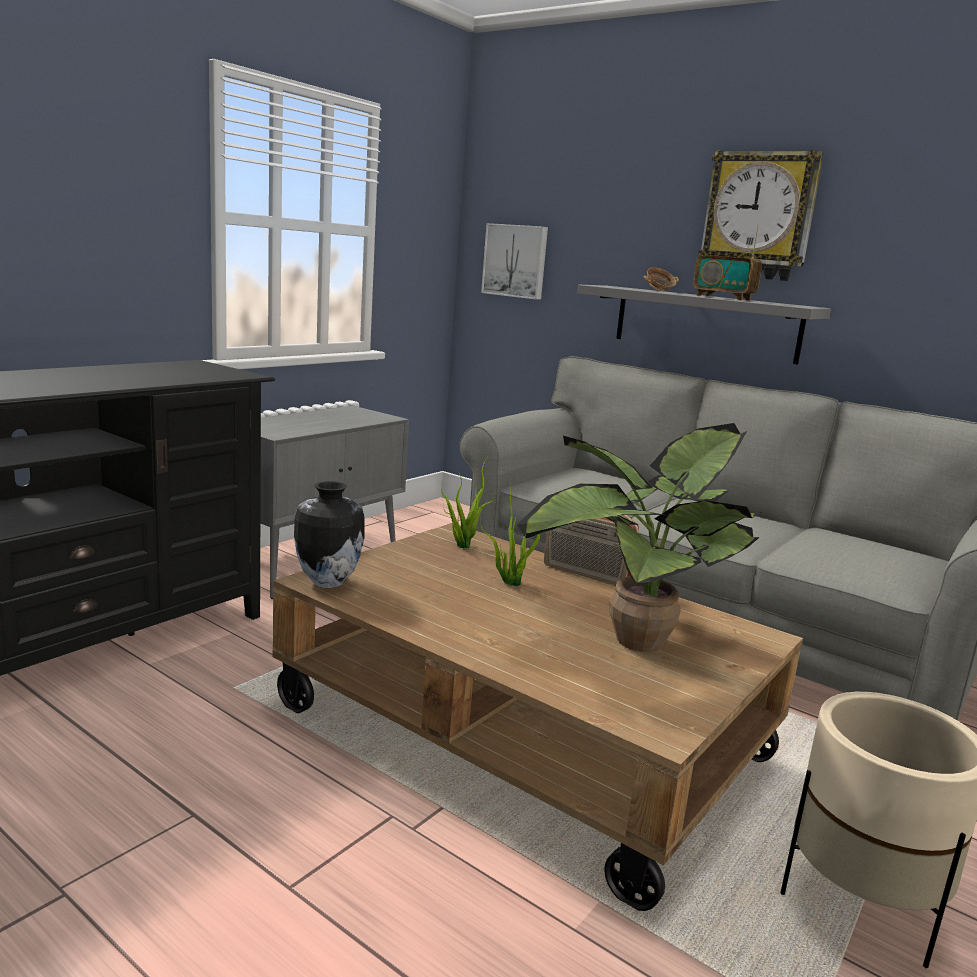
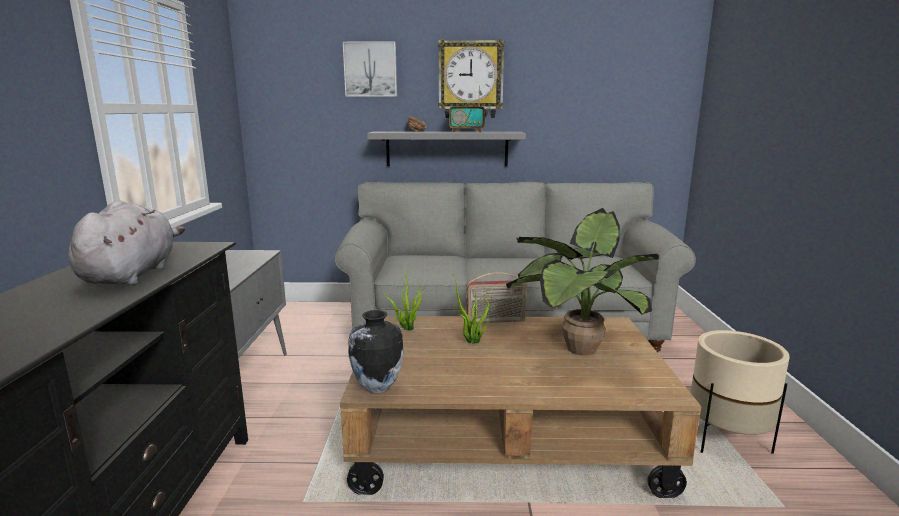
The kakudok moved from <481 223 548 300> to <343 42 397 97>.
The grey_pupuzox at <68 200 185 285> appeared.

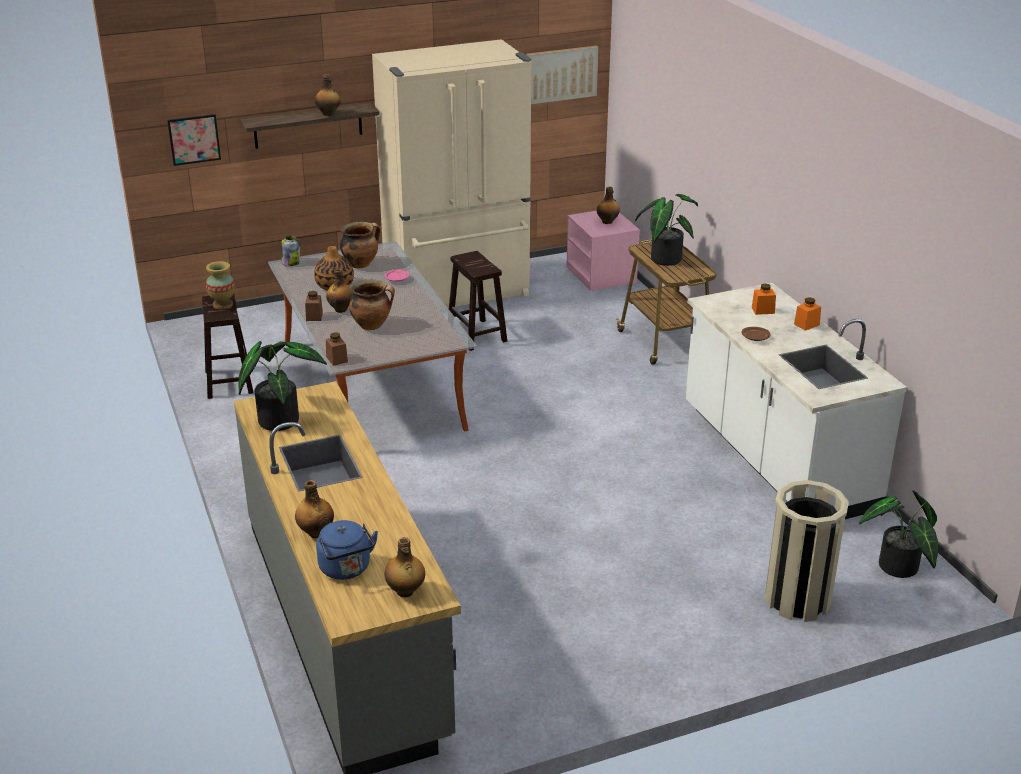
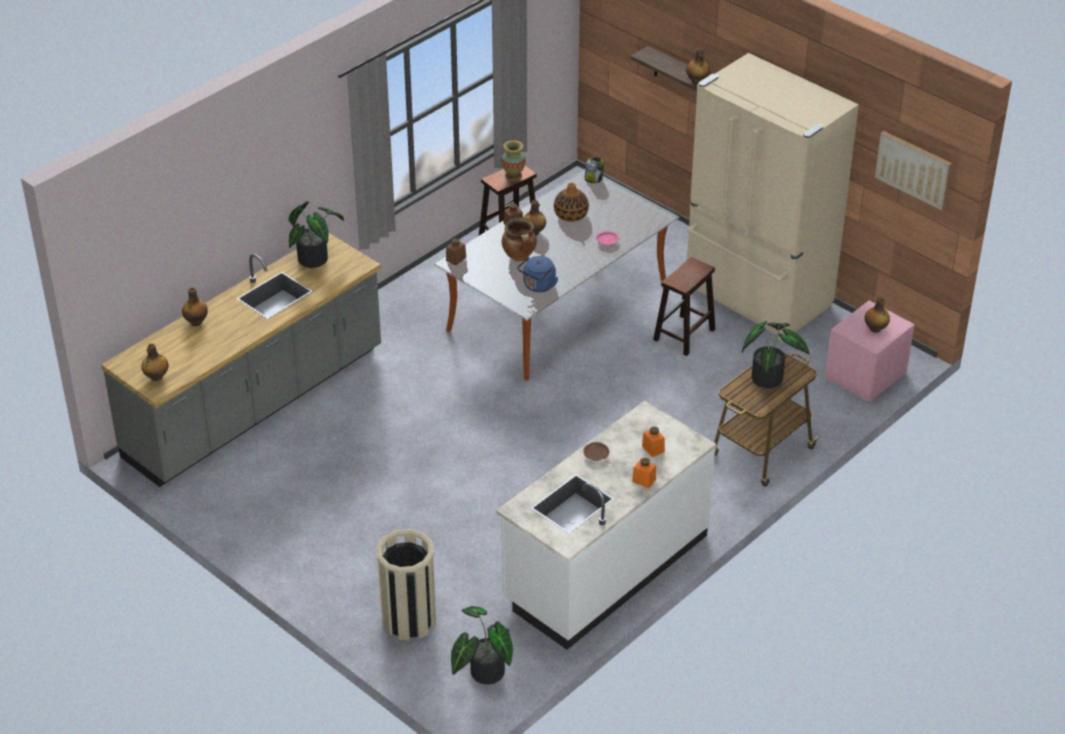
The kakudok at <167 114 221 166> disappeared.
The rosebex at <340 222 380 268> disappeared.
The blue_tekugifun moved from <316 520 378 580> to <517 256 558 292>.

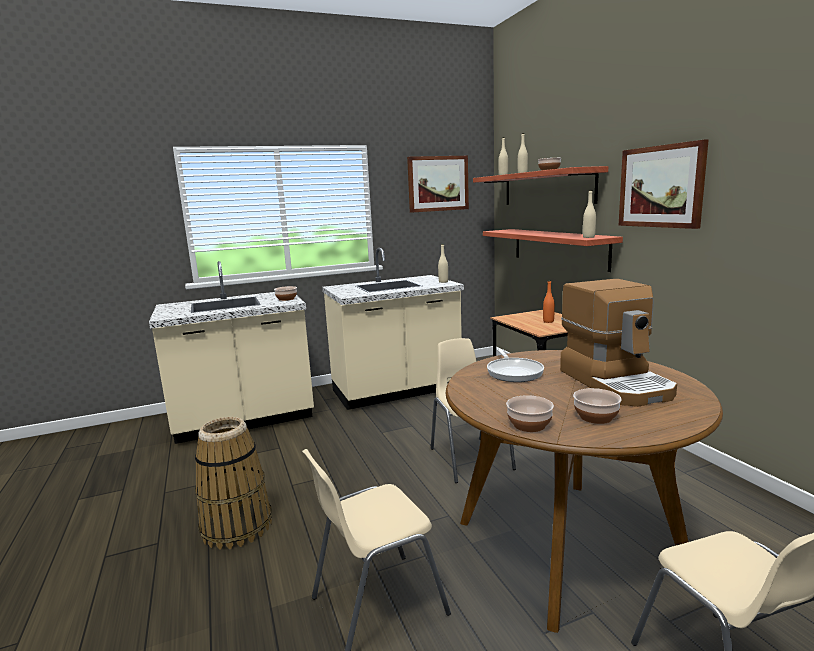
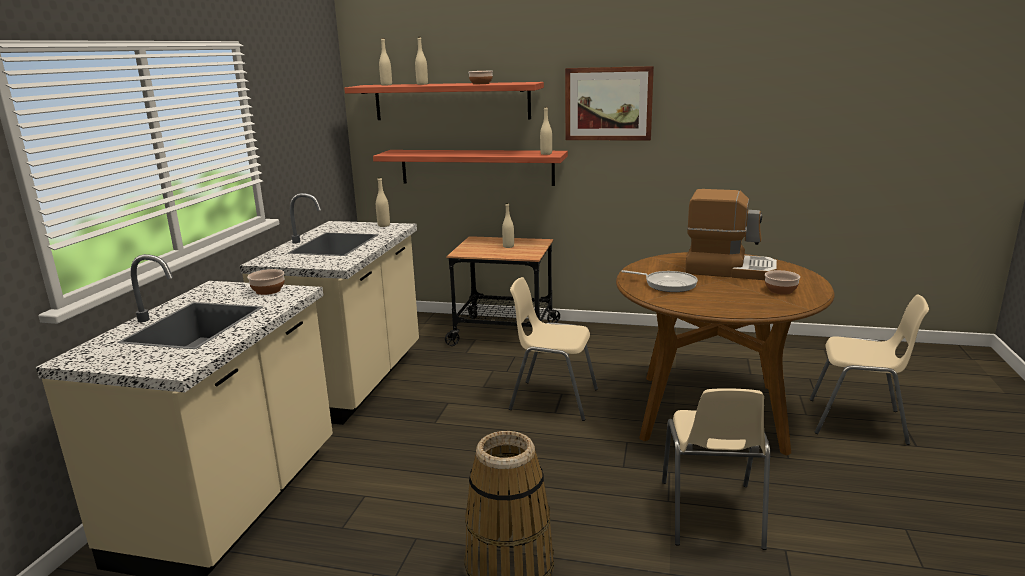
The kakudok at <407 156 469 213> disappeared.
The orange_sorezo at <543 280 555 323> became the beige_sorezo at <502 203 514 248>.
The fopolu at <506 395 554 432> disappeared.

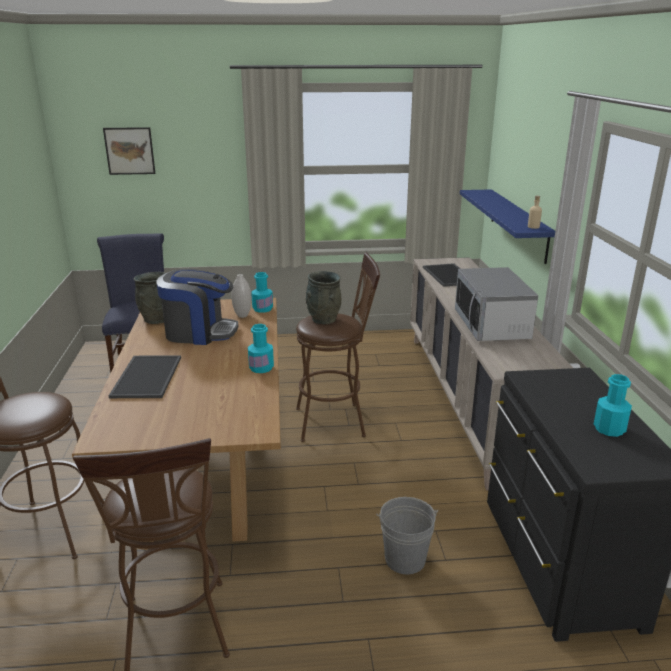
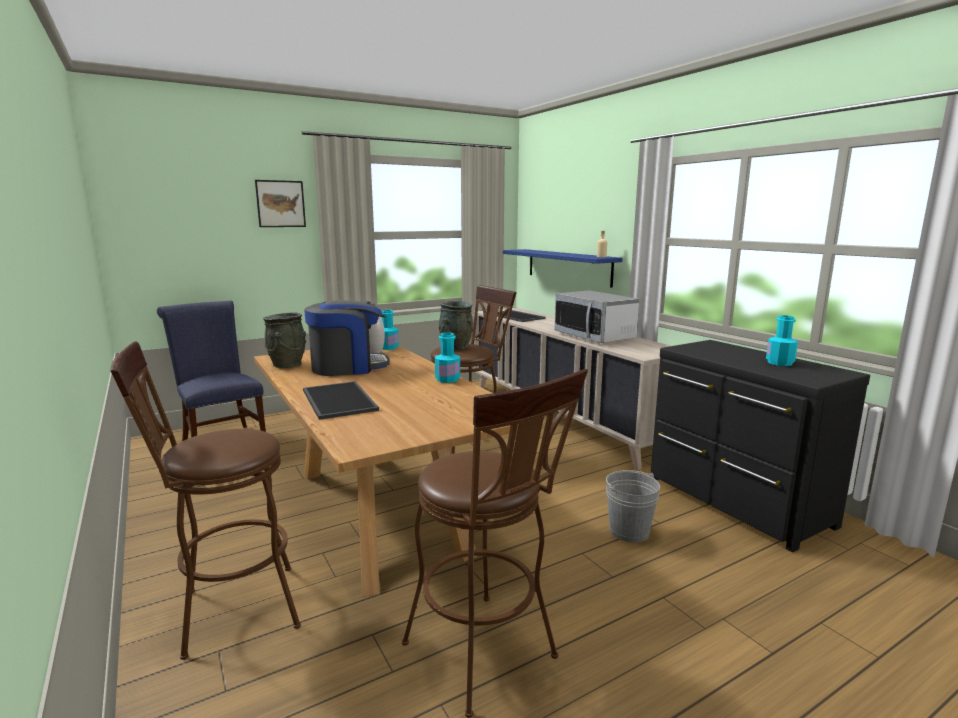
The kakudok moved from <103 127 156 175> to <255 180 306 227>.

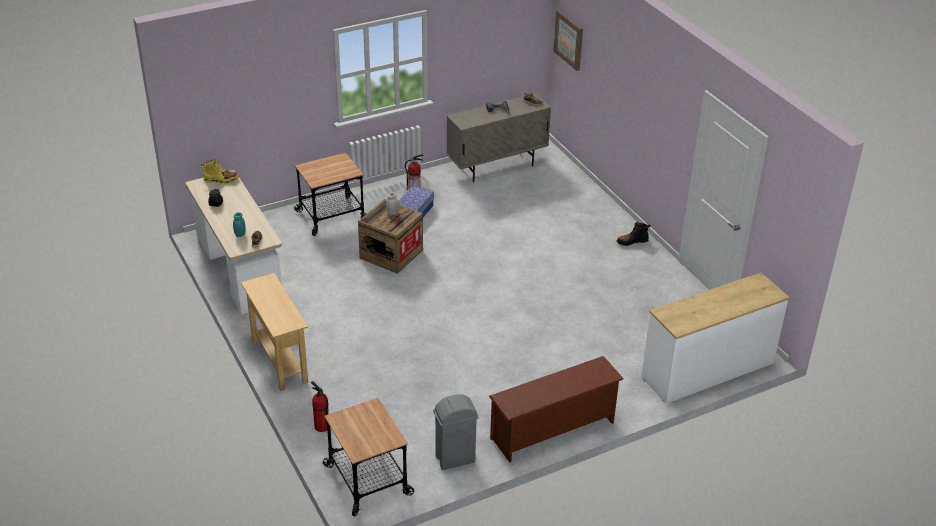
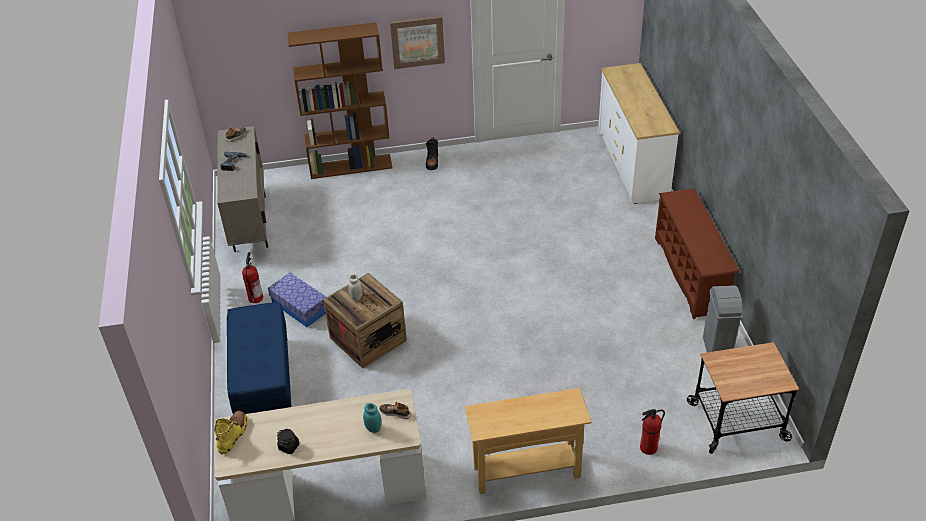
The kakudok moved from <554 10 583 71> to <390 16 445 69>.
The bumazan at <294 153 366 236> was replaced by the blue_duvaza at <227 302 291 414>.
The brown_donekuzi at <287 22 393 179> appeared.

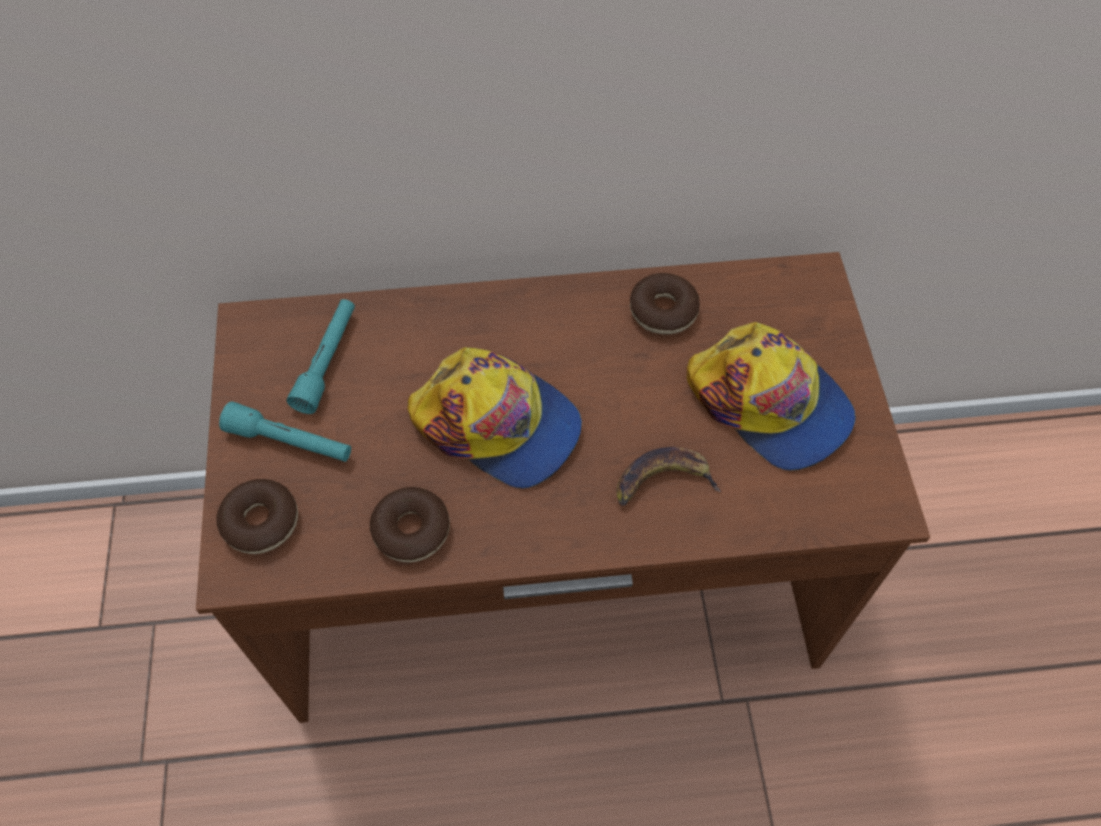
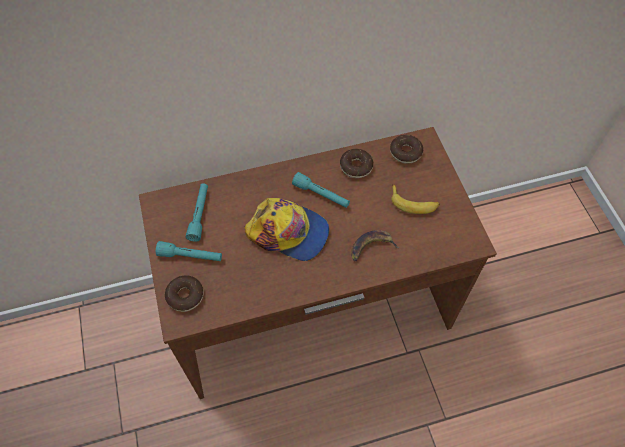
The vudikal at <687 322 856 471> was replaced by the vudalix at <391 184 440 214>.
The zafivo moved from <370 487 450 563> to <390 135 423 164>.
The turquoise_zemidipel at <292 172 350 208> appeared.

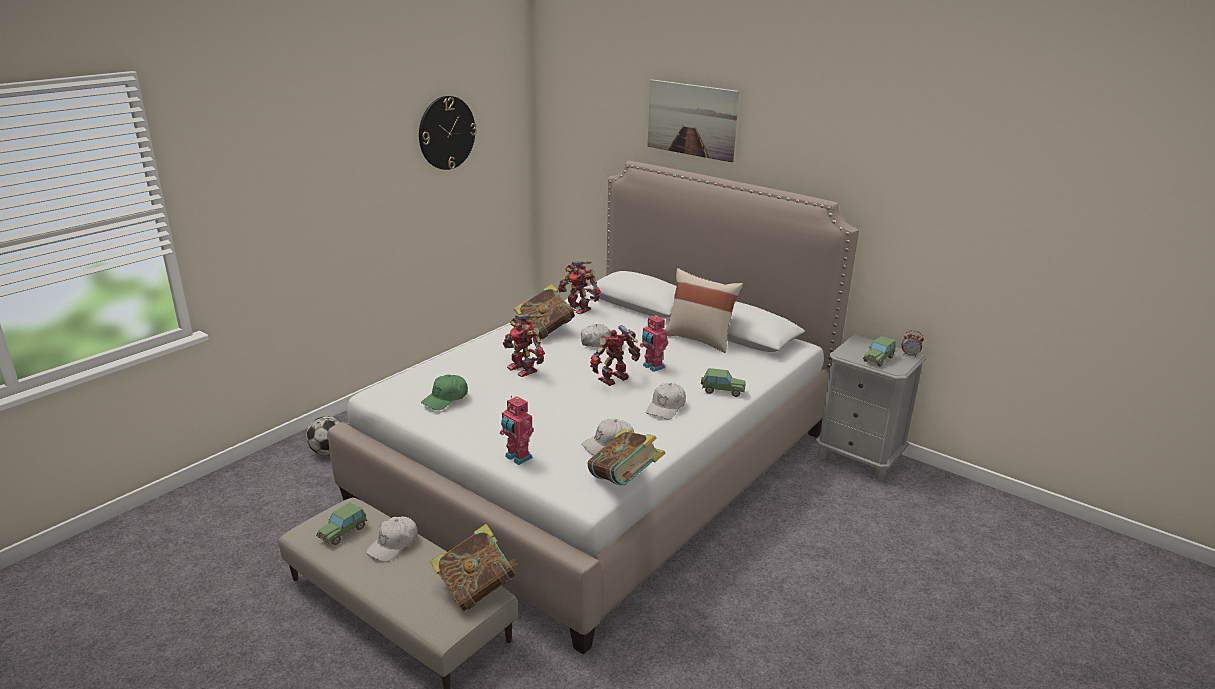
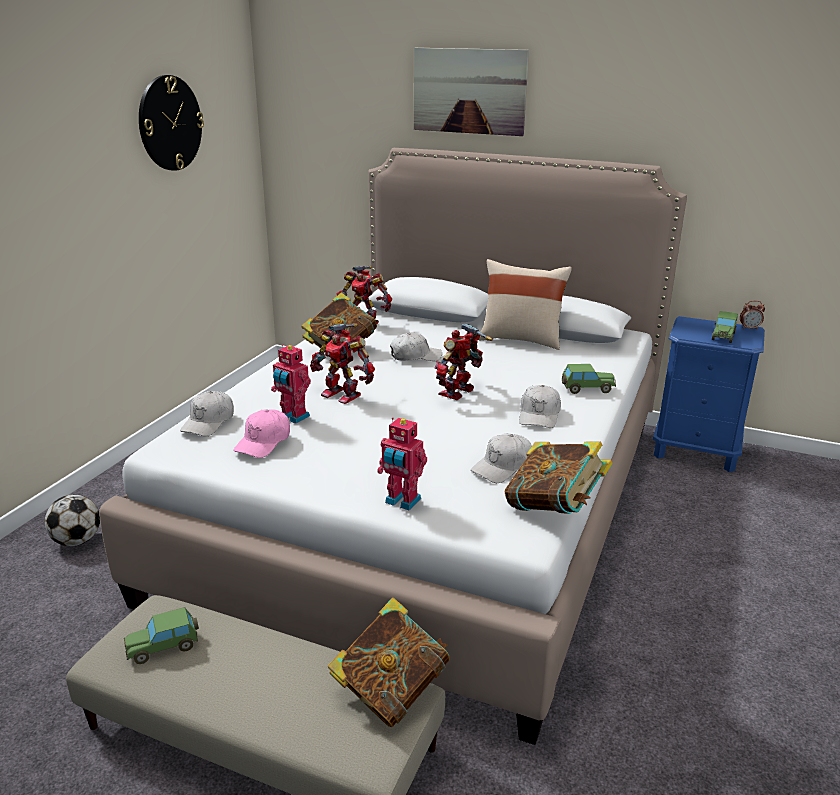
The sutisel moved from <640 314 668 372> to <271 344 311 424>.
The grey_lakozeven at <816 335 926 482> became the blue_lakozeven at <653 316 765 472>.
The green_vudikal at <421 374 468 410> became the pink_vudikal at <233 409 290 458>.
The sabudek at <316 502 367 545> turned 45 degrees clockwise.
The white_vudikal moved from <366 517 418 562> to <180 391 234 436>.

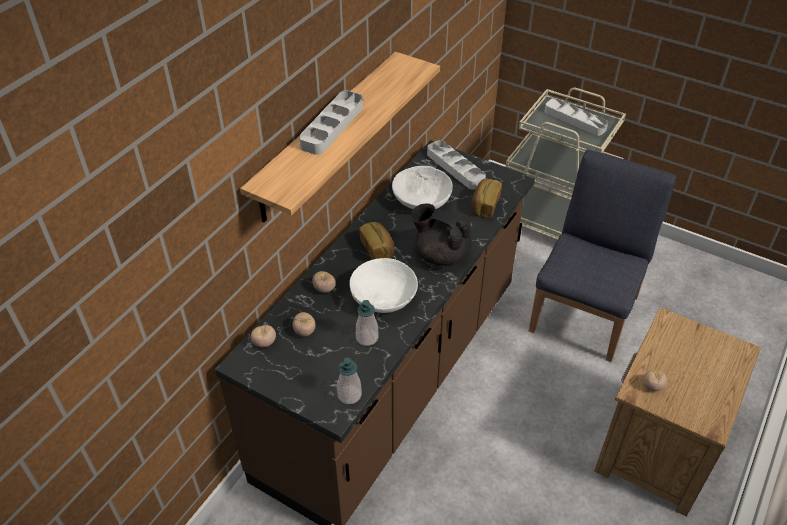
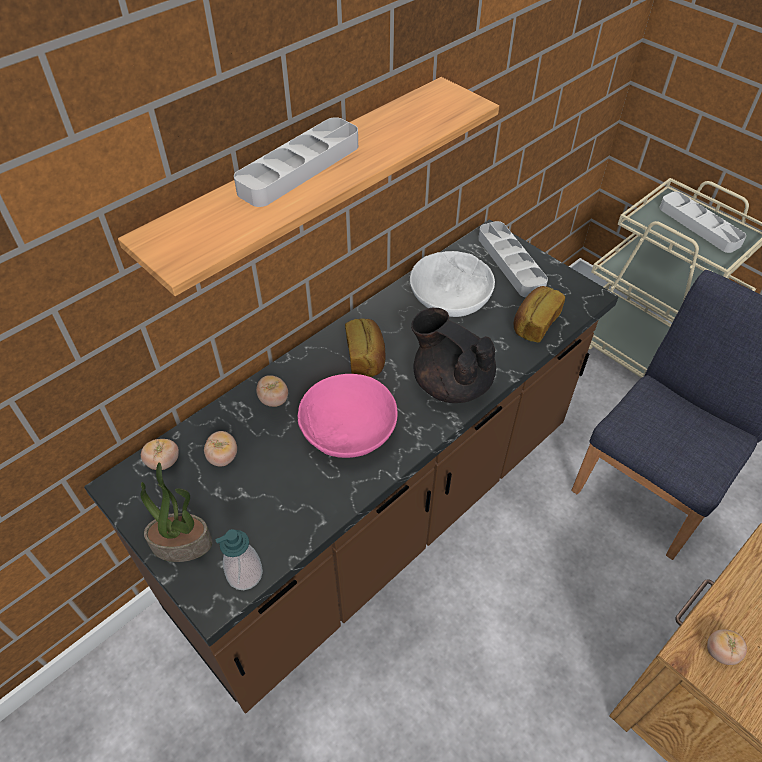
The white_fopolu at <349 258 418 313> became the pink_fopolu at <298 374 397 458>.
The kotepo at <356 300 378 346> disappeared.
The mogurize at <140 462 213 562> appeared.

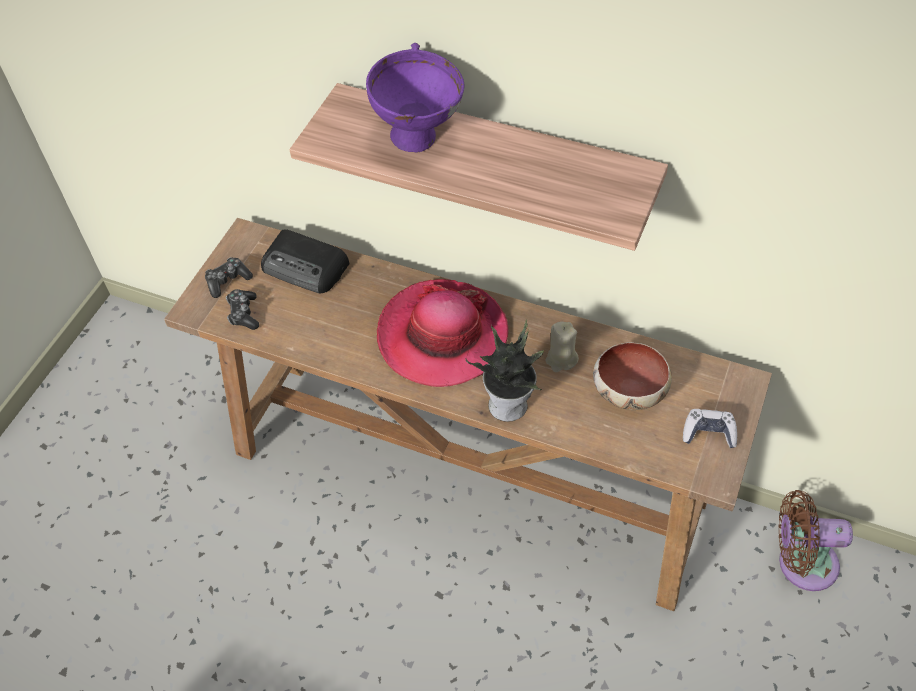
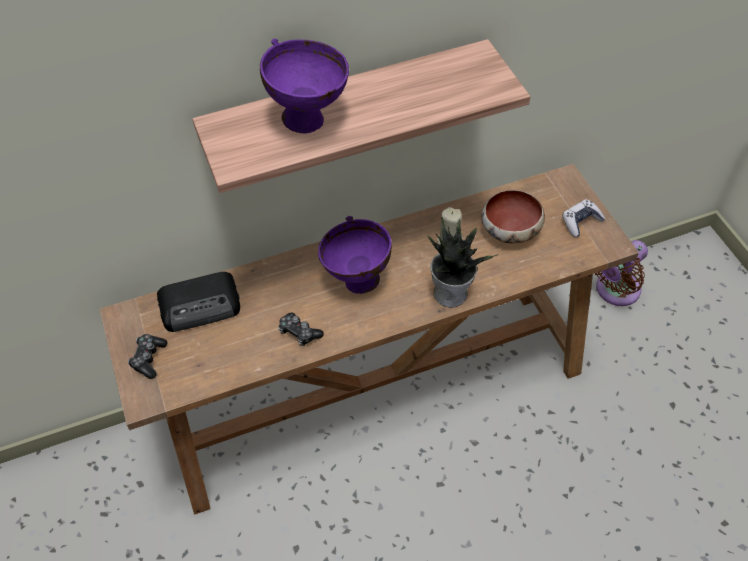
The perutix at <377 279 509 387> was replaced by the purple_fopolu at <318 216 392 294>.
The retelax moved from <226 289 259 330> to <278 312 324 346>.

